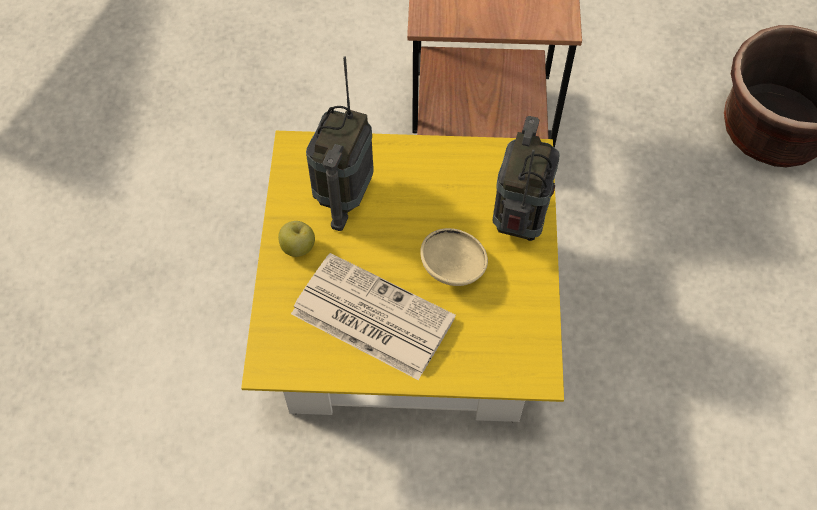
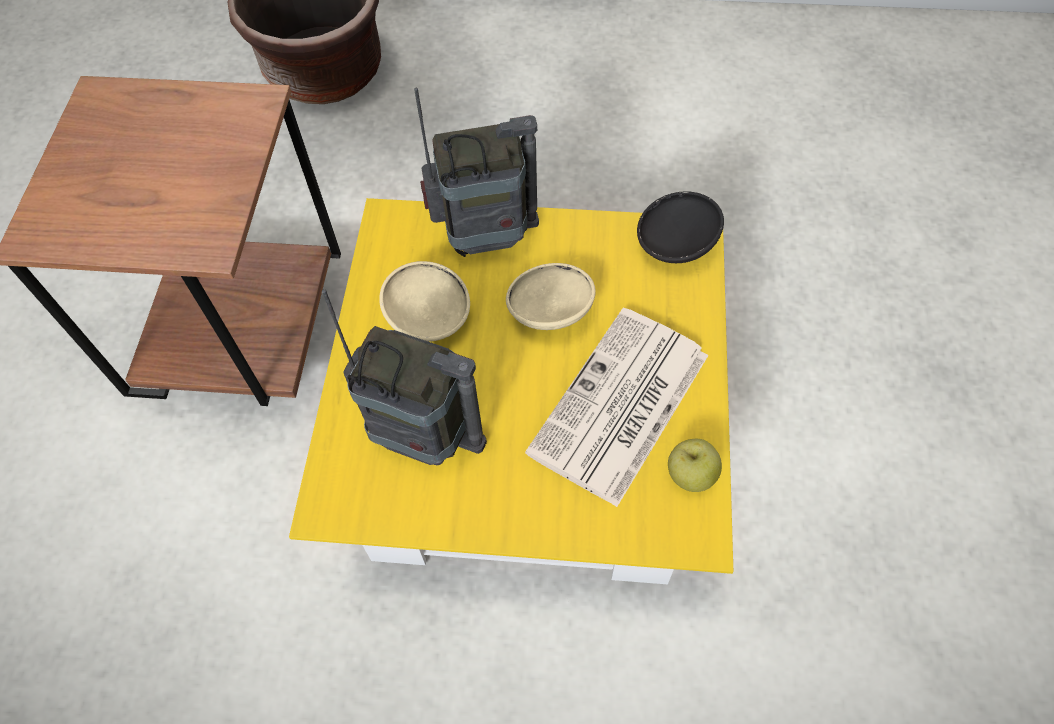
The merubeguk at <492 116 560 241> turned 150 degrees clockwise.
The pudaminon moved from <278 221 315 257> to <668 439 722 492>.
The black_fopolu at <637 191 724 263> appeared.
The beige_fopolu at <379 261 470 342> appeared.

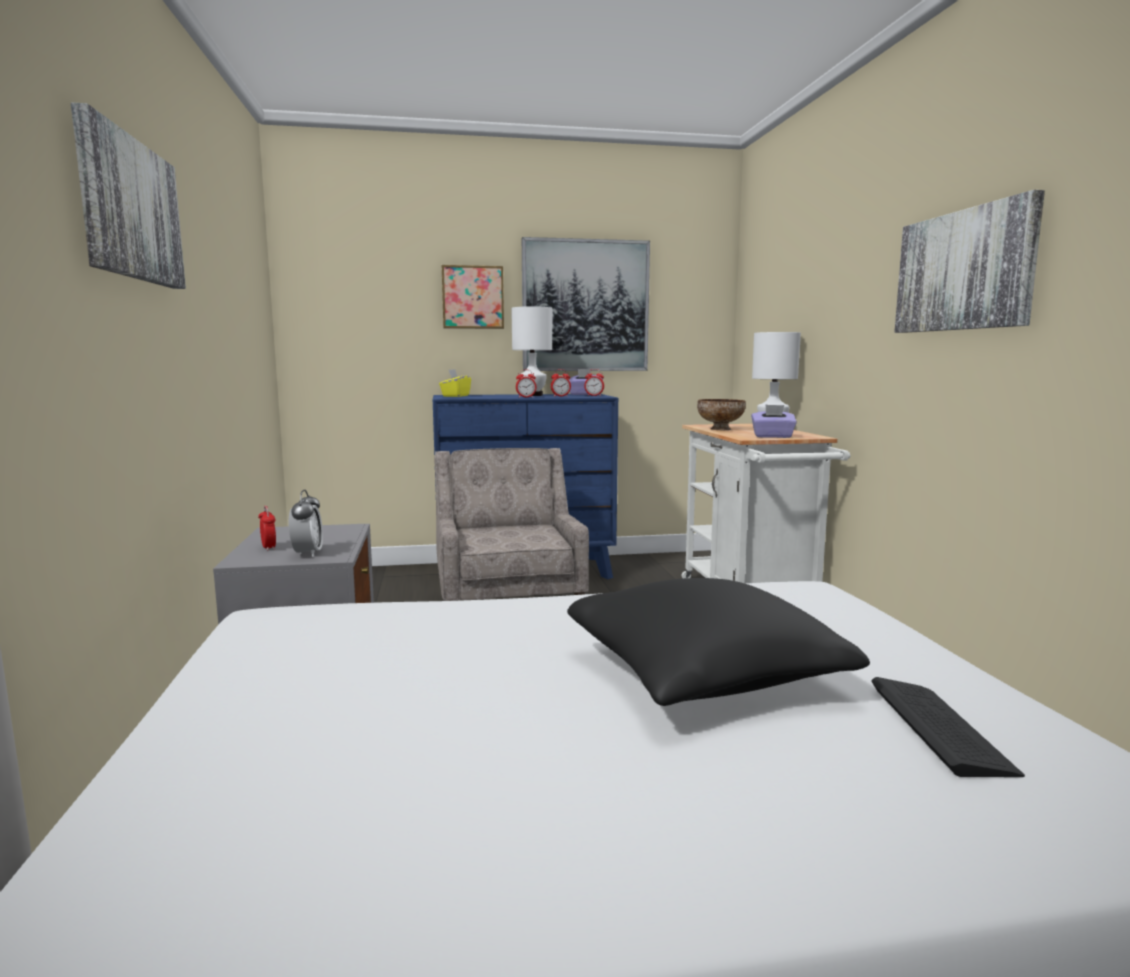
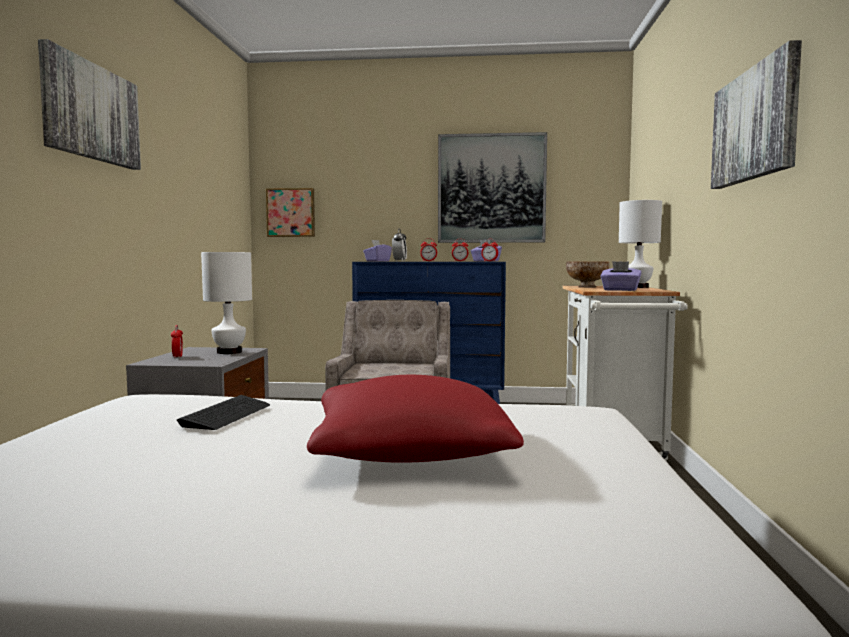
The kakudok moved from <442 265 504 329> to <266 188 315 237>.
The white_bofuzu moved from <511 306 552 396> to <201 252 252 354>.
The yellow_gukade at <439 369 471 397> became the purple_gukade at <363 240 392 261>.
The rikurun moved from <288 490 323 557> to <392 229 407 261>.
The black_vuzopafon at <567 578 870 706> became the red_vuzopafon at <307 375 524 463>.
The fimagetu moved from <871 677 1025 777> to <177 395 270 430>.

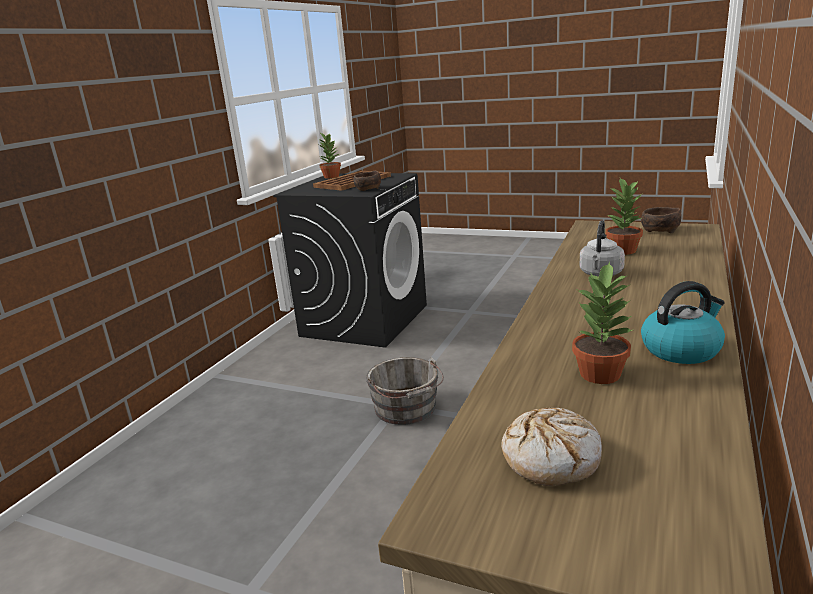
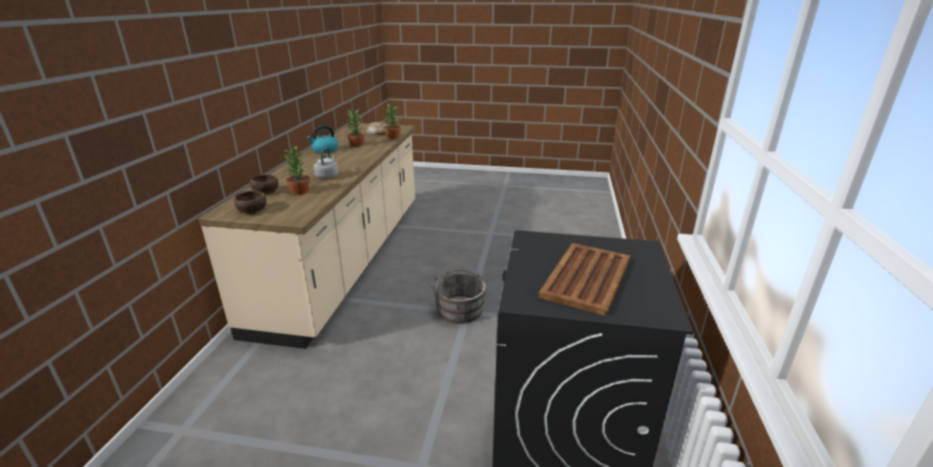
The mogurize moved from <318 133 341 179> to <384 103 401 139>.
The brown_fopolu moved from <353 171 381 191> to <250 174 278 194>.

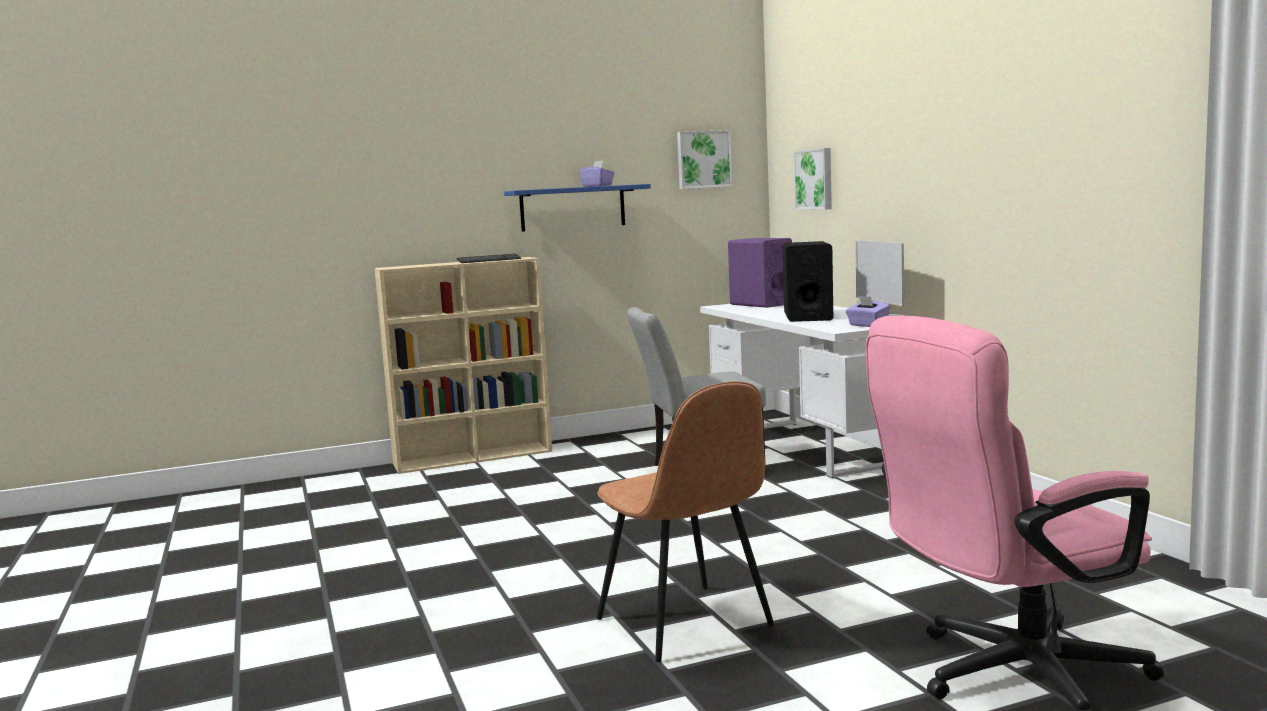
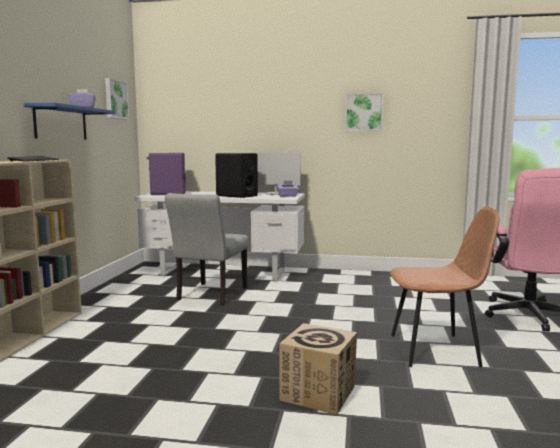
The kakudok moved from <793 148 832 210> to <345 93 384 131>.
The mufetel at <279 323 357 415> appeared.

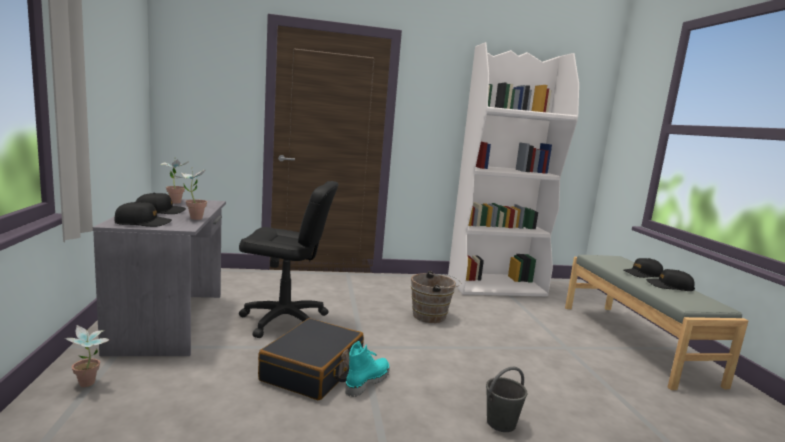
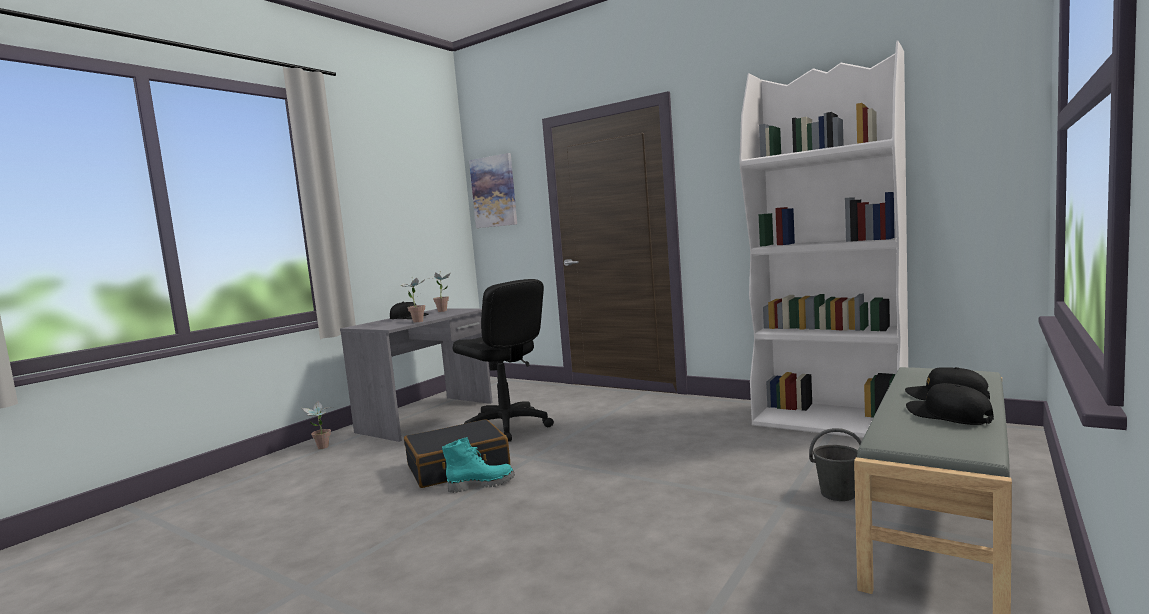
The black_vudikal at <115 202 172 227> disappeared.
The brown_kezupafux at <411 271 461 323> disappeared.
The grey_kezupafux moved from <486 367 527 432> to <809 428 862 501>.
The kakudok at <469 153 517 228> appeared.

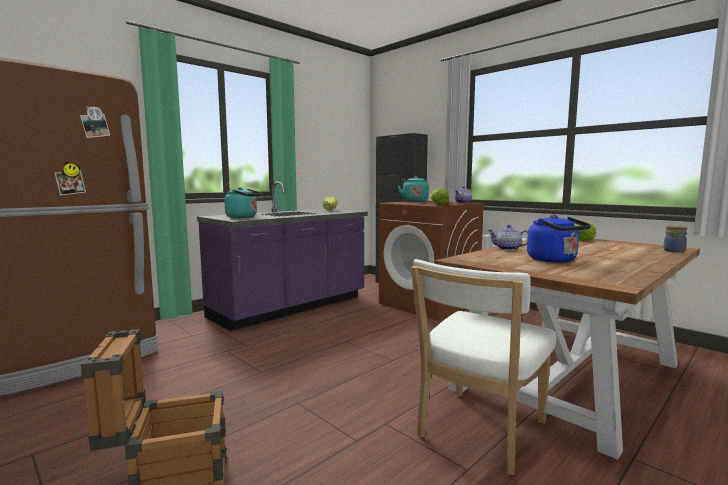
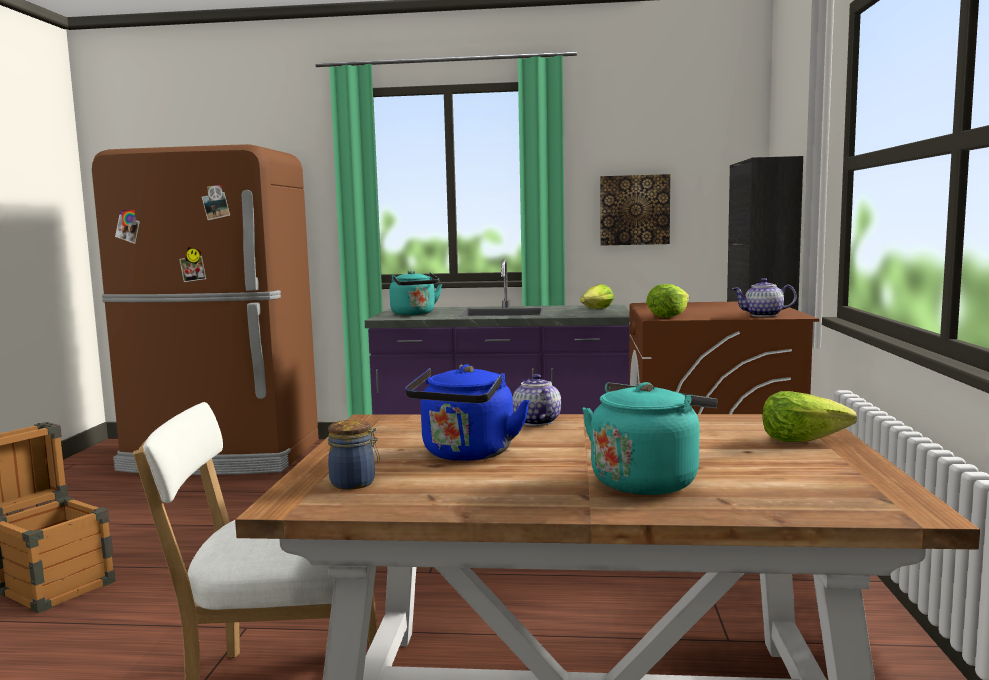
The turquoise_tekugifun moved from <397 176 429 202> to <582 382 718 495>.
The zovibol moved from <663 226 687 253> to <328 420 380 490>.
The kakudok at <600 174 670 245> appeared.

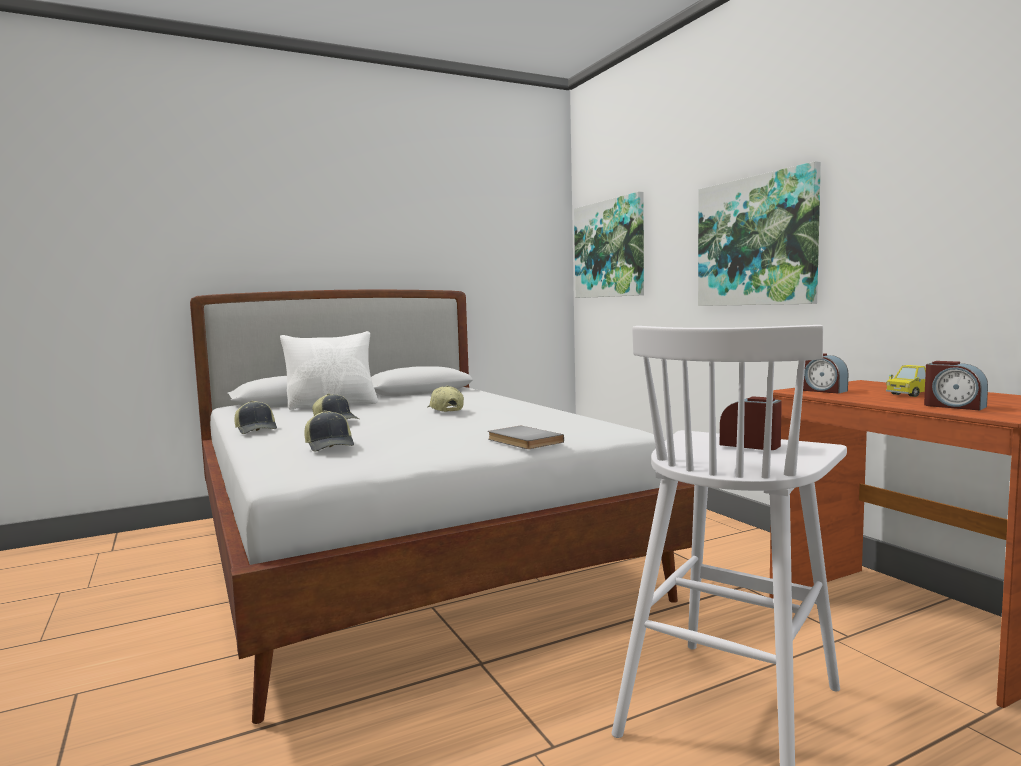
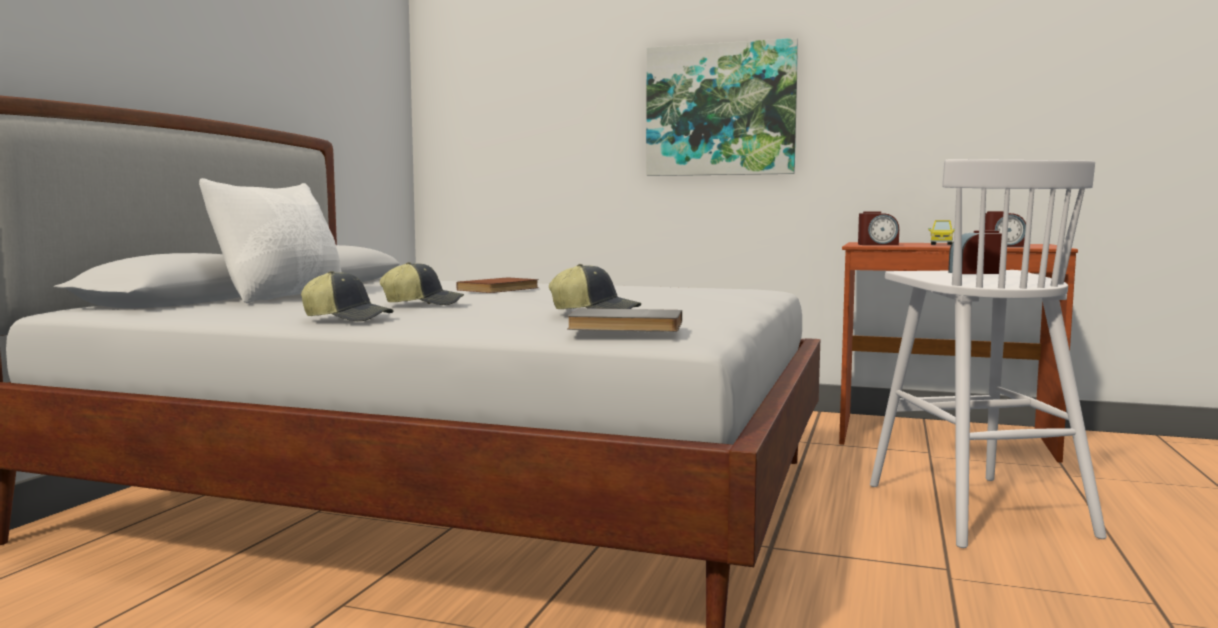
The kakudok at <574 192 644 298> disappeared.
The vudikal at <428 386 464 412> was replaced by the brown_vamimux at <456 277 539 293>.
The grey_vamimux moved from <488 426 564 449> to <567 308 682 332>.

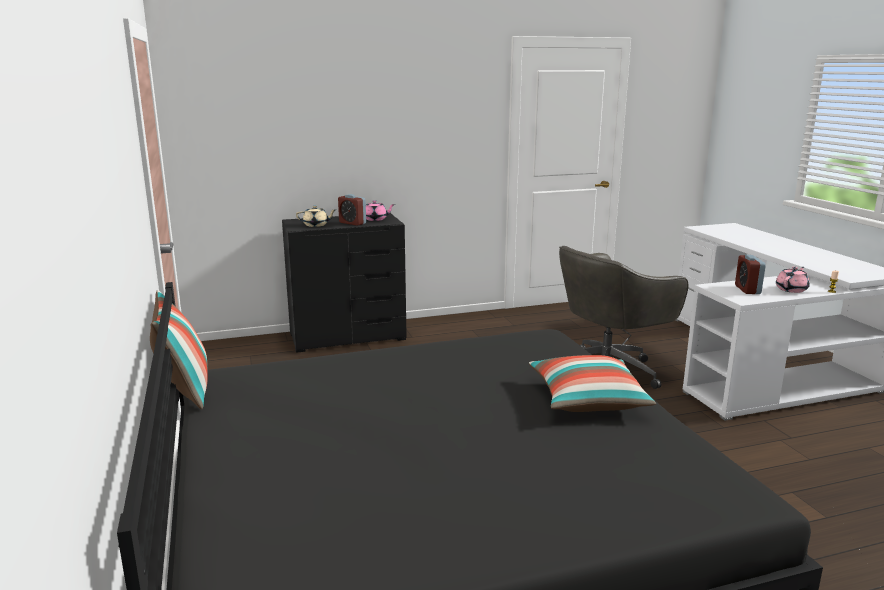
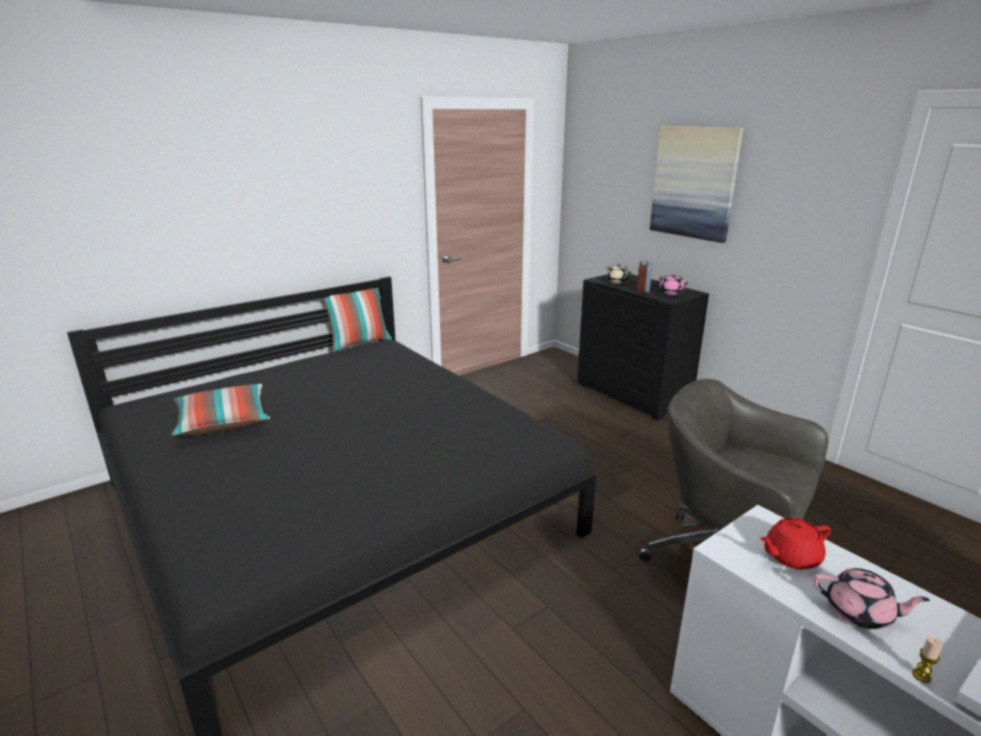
The rikurun at <735 255 766 294> was replaced by the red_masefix at <760 518 831 570>.
The vuzopafon moved from <529 355 656 412> to <171 384 270 436>.
The kakudok at <650 126 743 243> appeared.

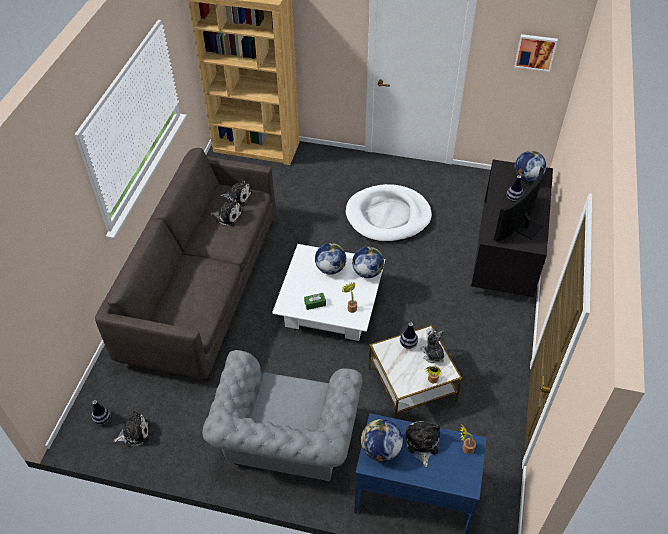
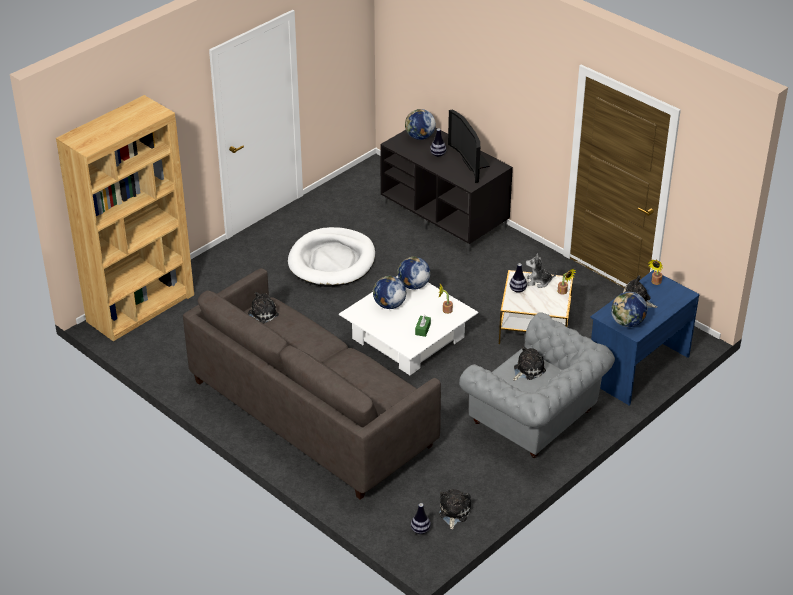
The kakudok at <514 34 558 72> disappeared.
The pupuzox moved from <210 197 243 226> to <513 346 546 381>.

